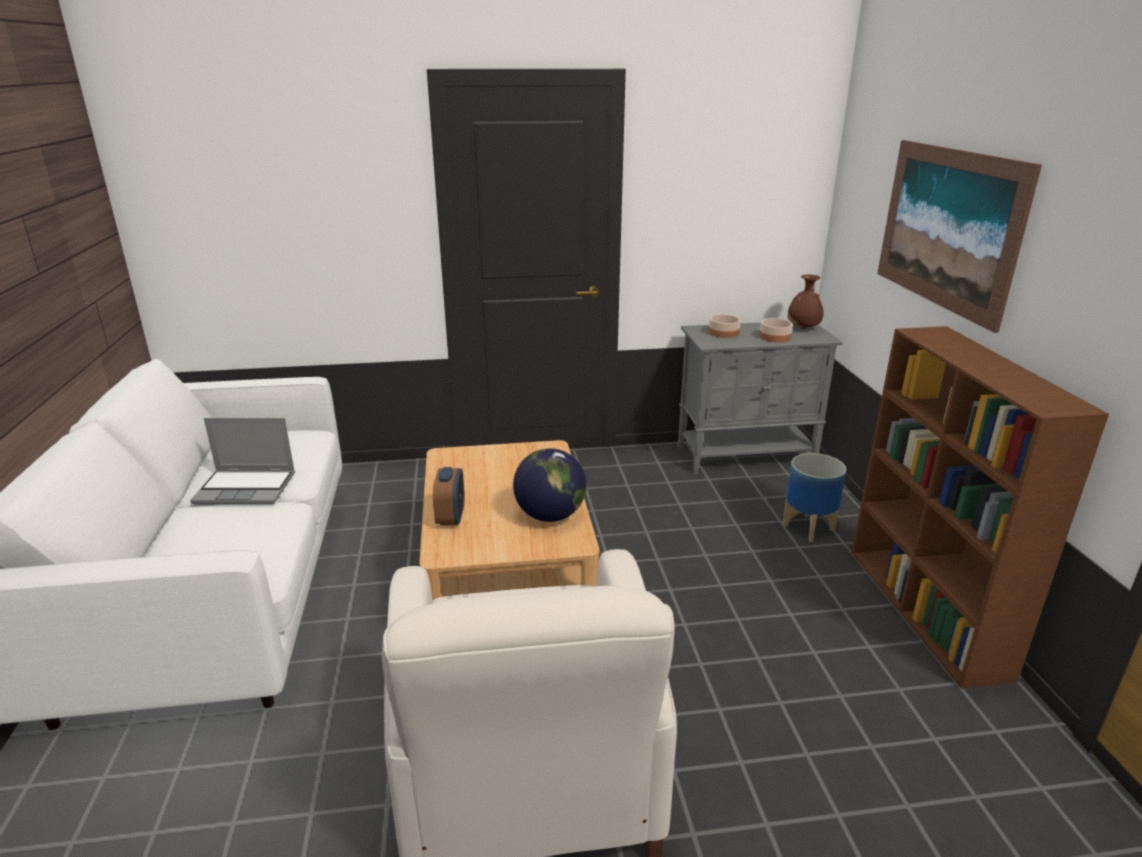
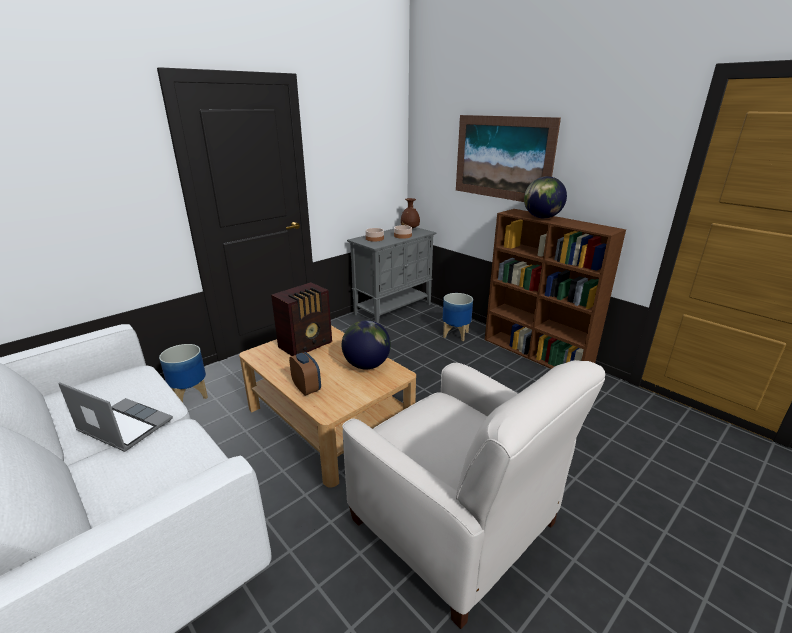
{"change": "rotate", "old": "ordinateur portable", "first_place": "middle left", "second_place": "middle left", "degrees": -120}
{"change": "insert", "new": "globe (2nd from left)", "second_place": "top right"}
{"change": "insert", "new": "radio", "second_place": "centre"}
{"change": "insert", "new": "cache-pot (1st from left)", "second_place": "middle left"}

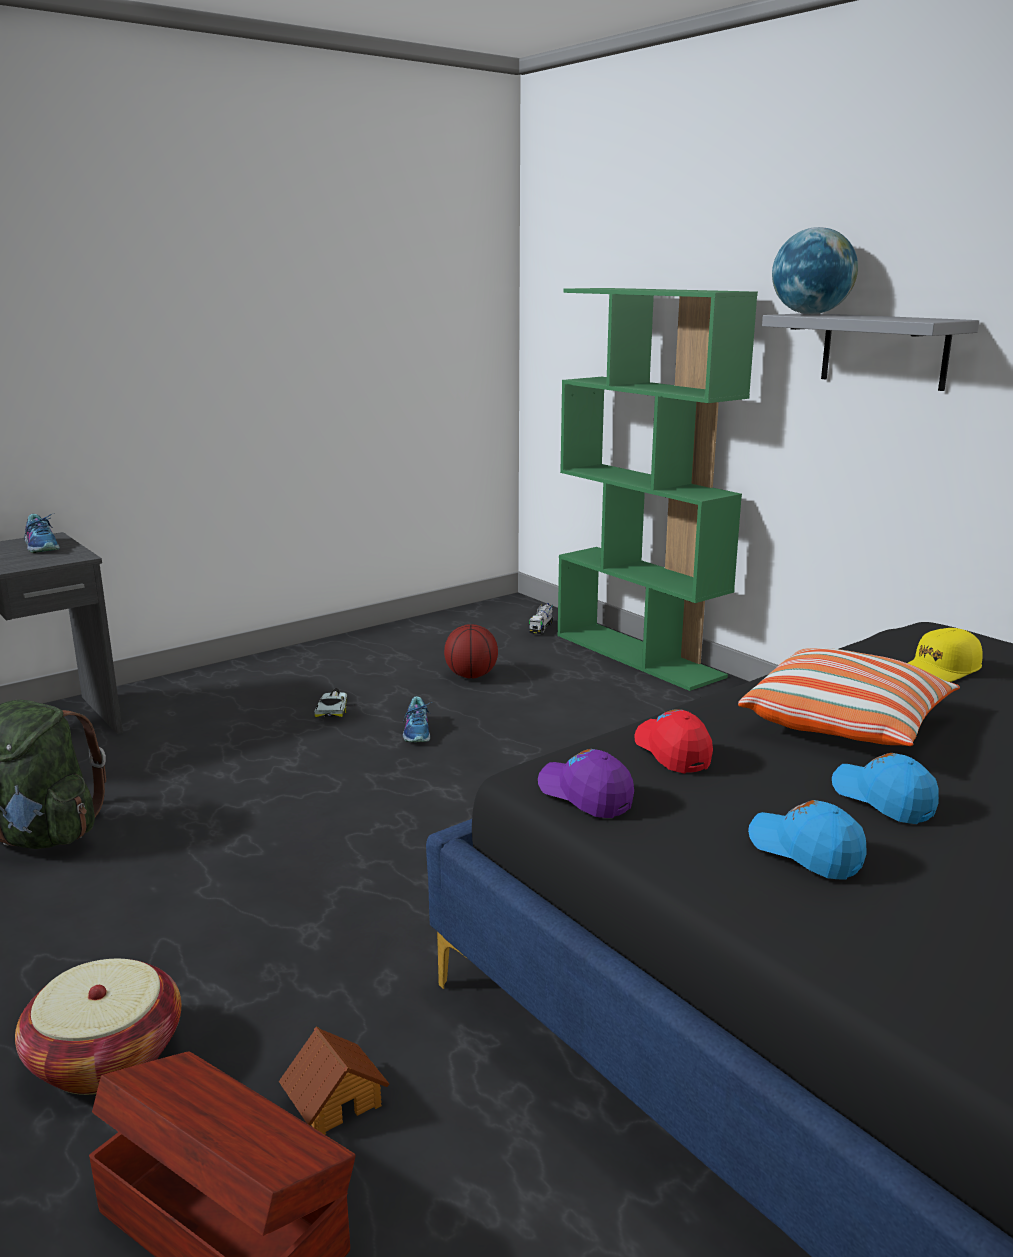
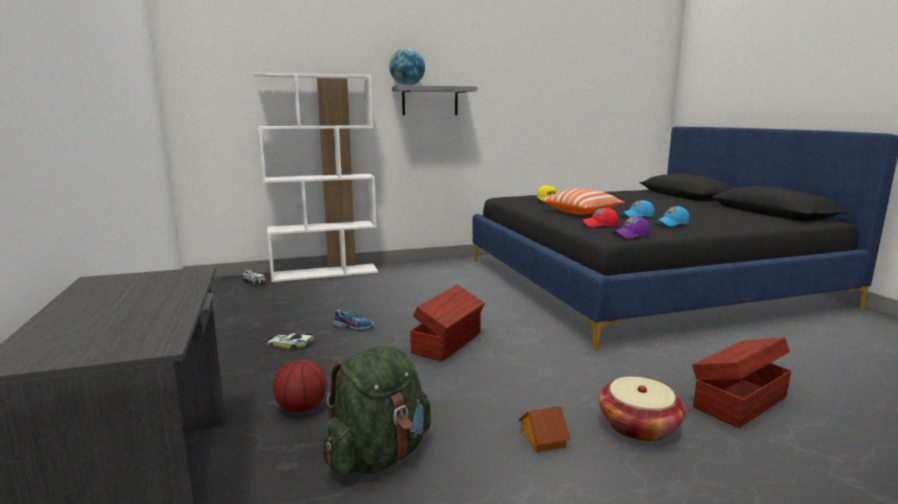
{"change": "recolor", "old": "bibliothèque [vert]", "new": "bibliothèque [blanc]", "first_place": "centre", "second_place": "centre"}
{"change": "delete", "old": "chaussure (1st from left)", "first_place": "middle left"}
{"change": "move", "old": "ballon de basket", "first_place": "centre", "second_place": "bottom centre"}
{"change": "move", "old": "maison miniature", "first_place": "bottom left", "second_place": "bottom centre"}
{"change": "insert", "new": "boîte de rangement [marron] (1st from left)", "second_place": "centre"}

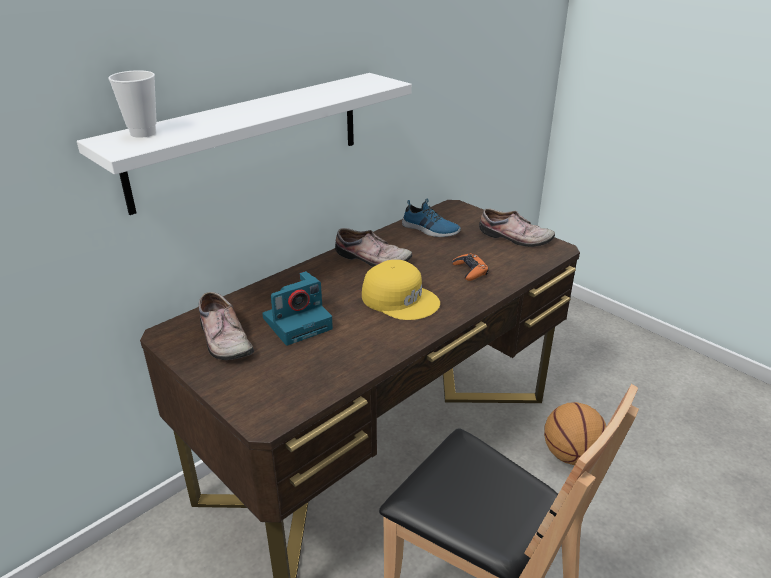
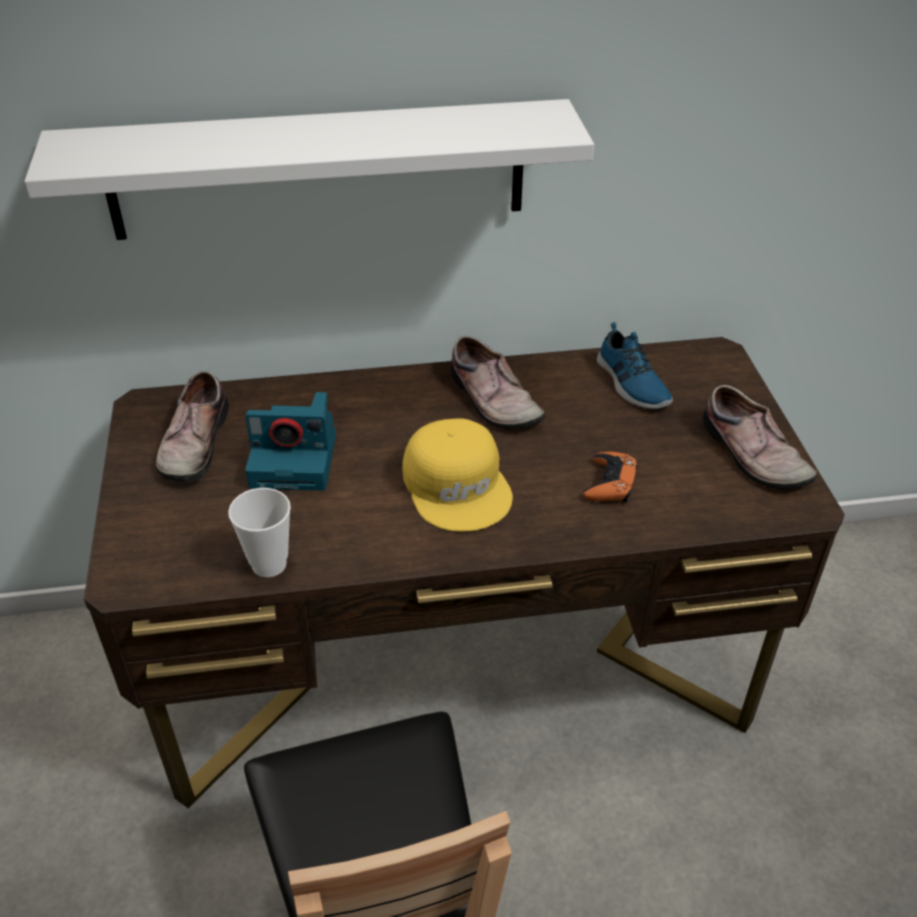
{"change": "move", "old": "tasse", "first_place": "top left", "second_place": "middle left"}
{"change": "delete", "old": "ballon de basket", "first_place": "bottom right"}

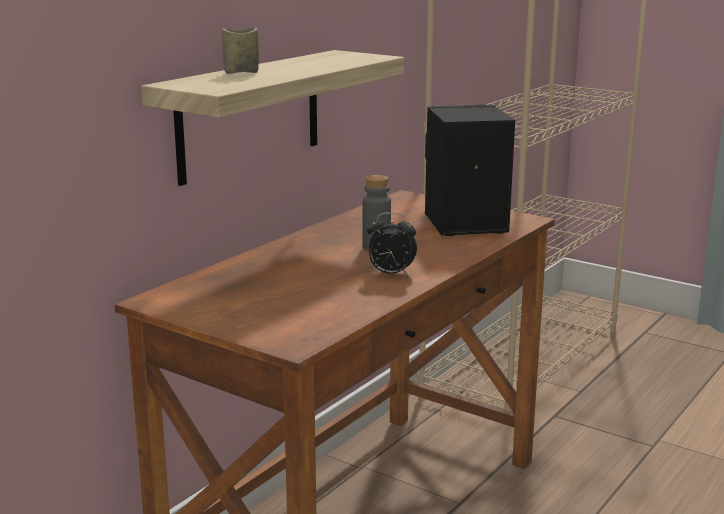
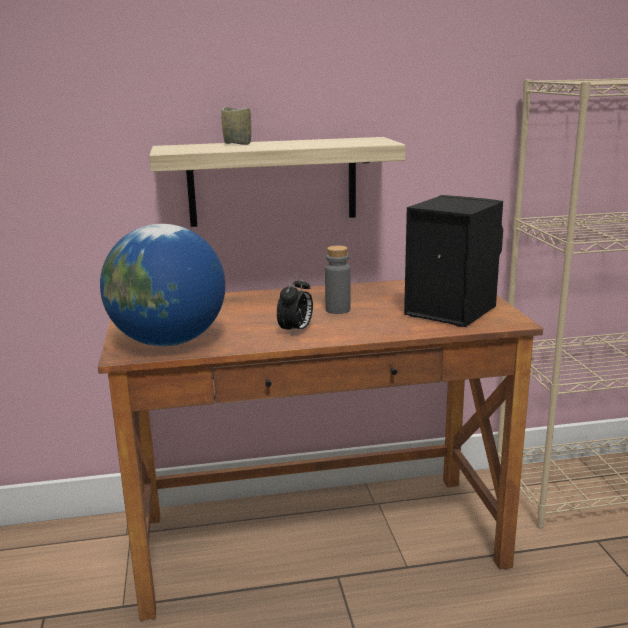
{"change": "rotate", "old": "réveil", "first_place": "centre", "second_place": "centre", "degrees": -120}
{"change": "insert", "new": "globe", "second_place": "middle left"}

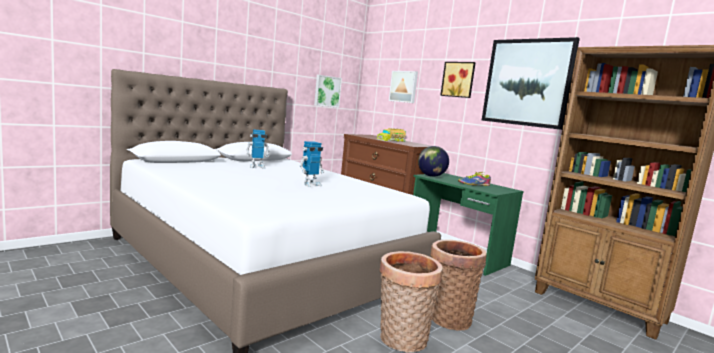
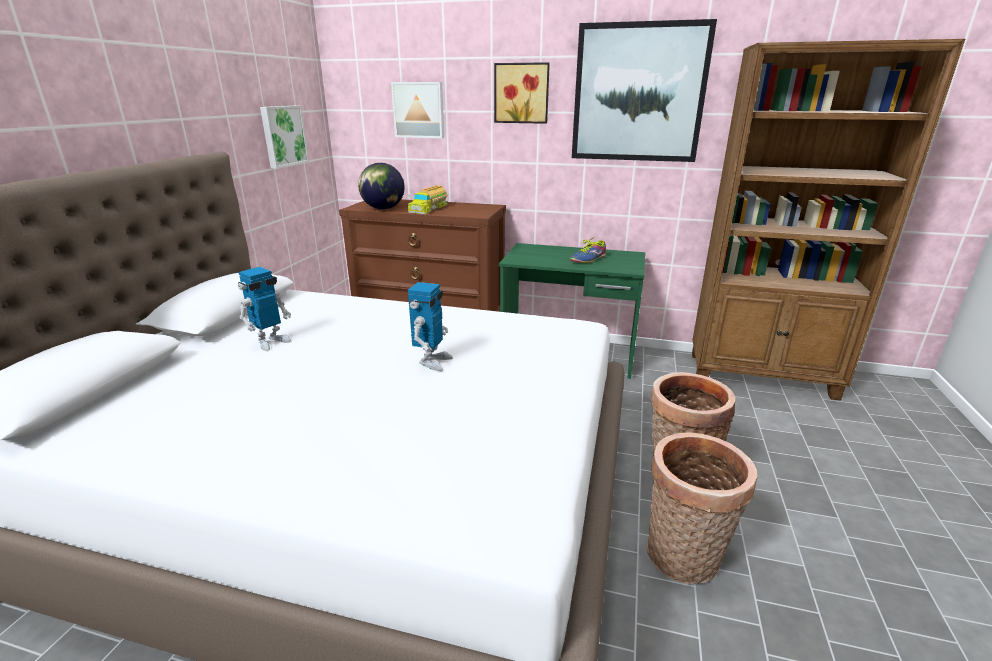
{"change": "move", "old": "globe", "first_place": "centre", "second_place": "top centre"}

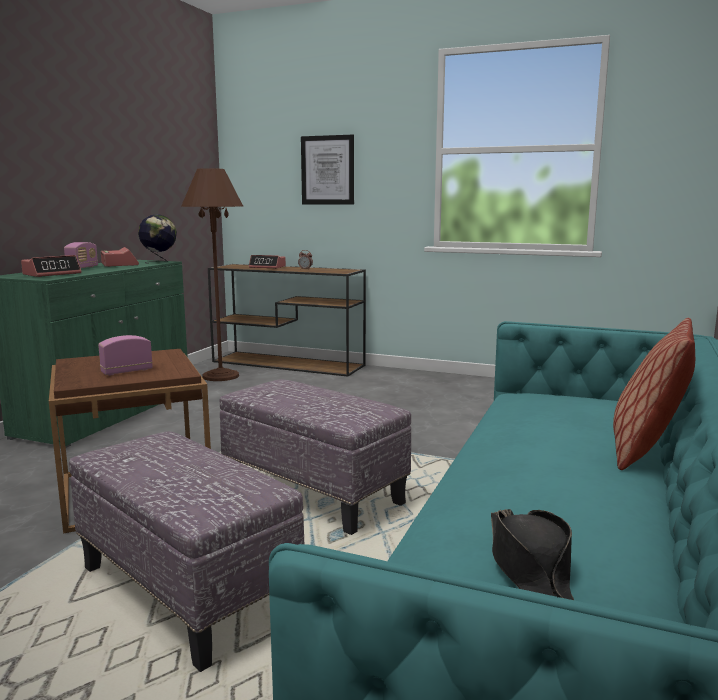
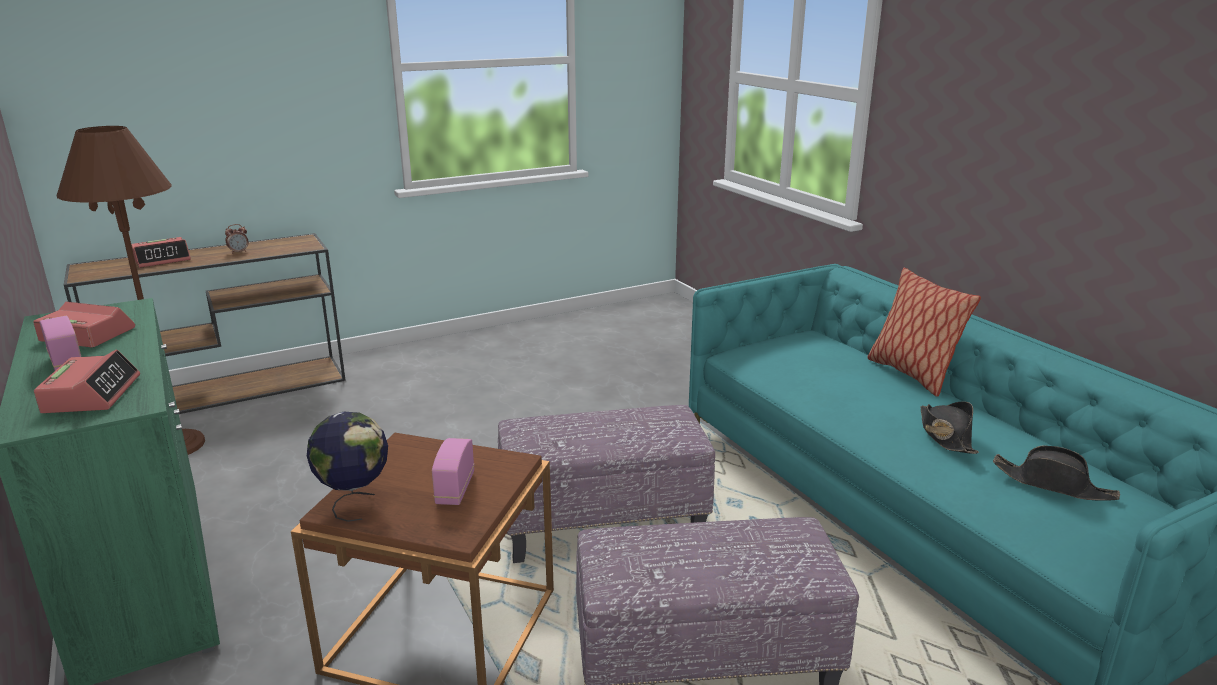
{"change": "delete", "old": "tableau", "first_place": "top centre"}
{"change": "move", "old": "globe", "first_place": "middle left", "second_place": "bottom left"}
{"change": "insert", "new": "chapeau [noir] (1st from left)", "second_place": "middle right"}

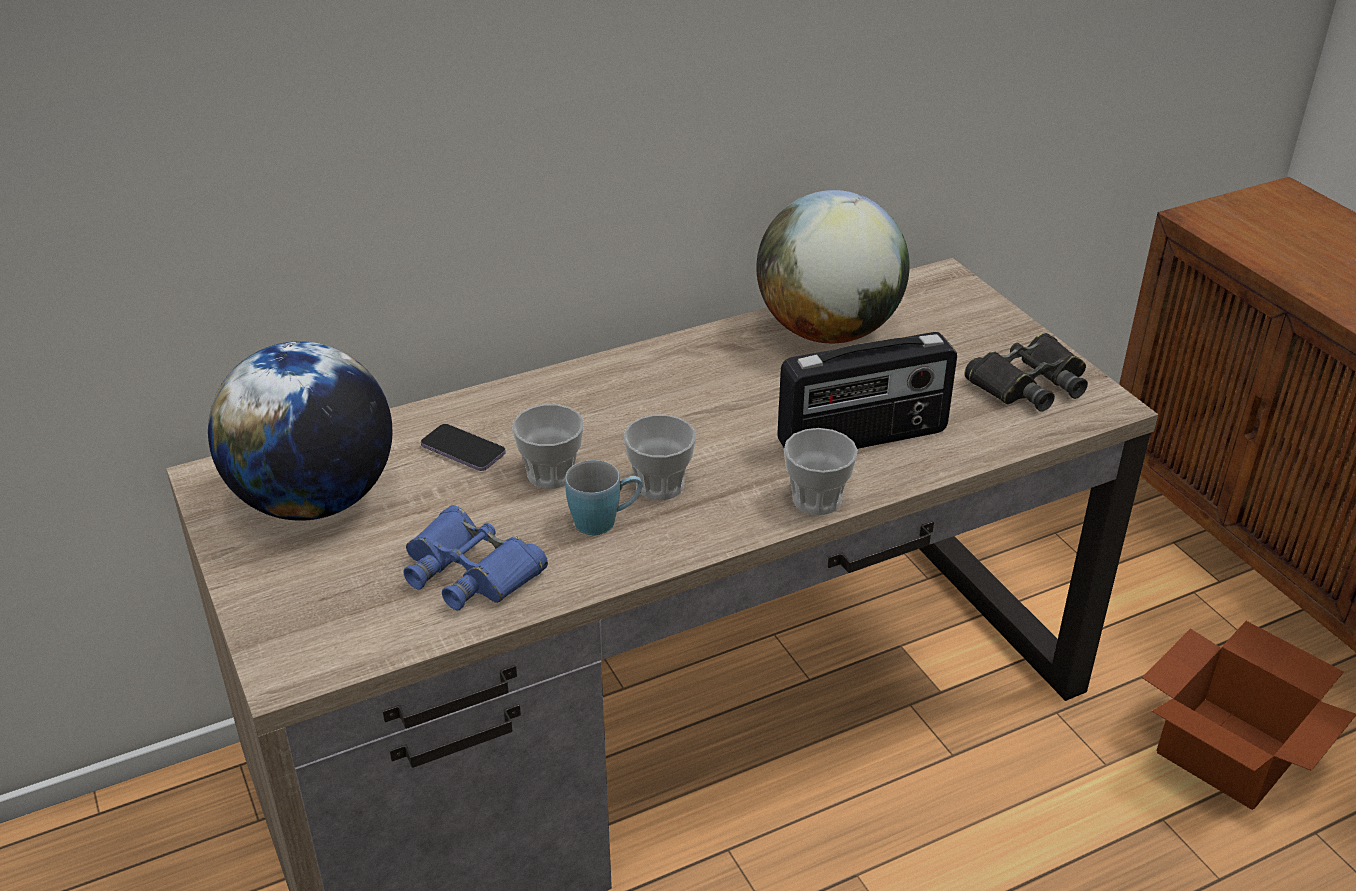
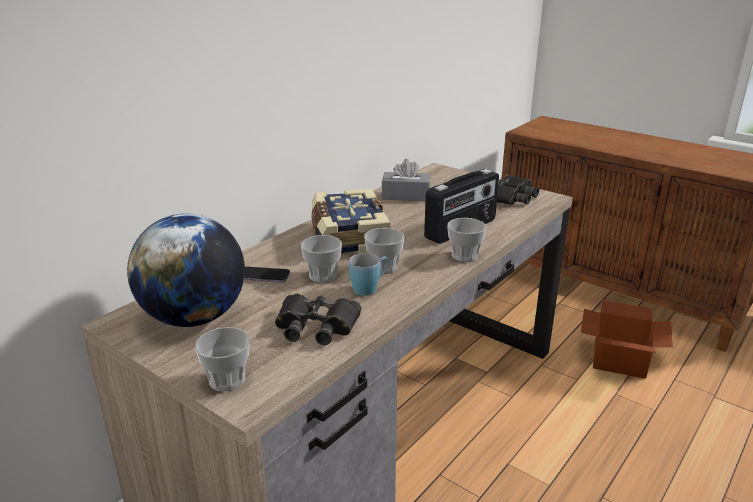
{"change": "replace", "old": "globe (2nd from left)", "new": "boîte à mouchoirs [gris]", "first_place": "top centre", "second_place": "centre"}
{"change": "recolor", "old": "jumelles [bleu]", "new": "jumelles [noir] (1st from left)", "first_place": "centre", "second_place": "centre"}
{"change": "insert", "new": "livre", "second_place": "centre"}
{"change": "insert", "new": "tasse (1st from left)", "second_place": "bottom left"}

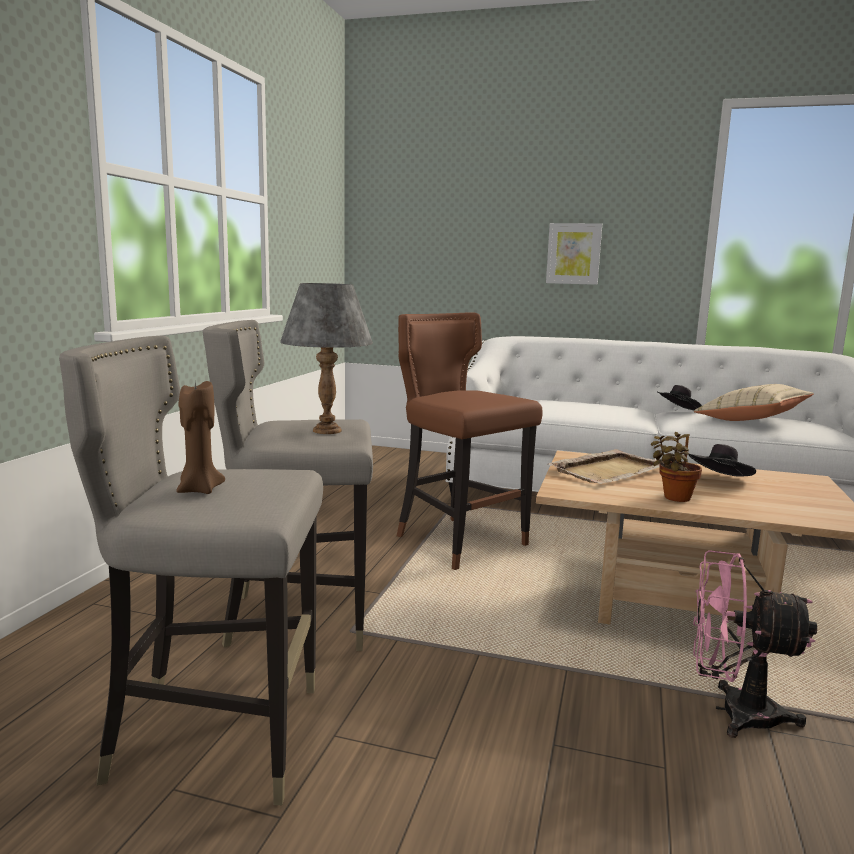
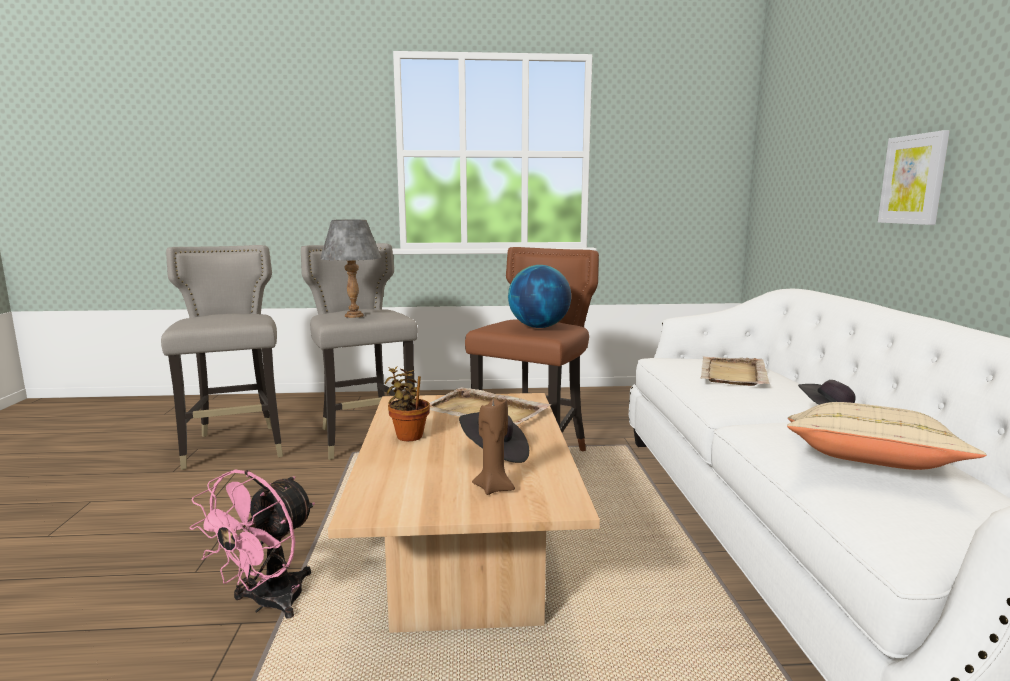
{"change": "move", "old": "bougie [marron]", "first_place": "middle left", "second_place": "centre"}
{"change": "rotate", "old": "ventilateur [rose]", "first_place": "bottom right", "second_place": "bottom left", "degrees": -150}
{"change": "insert", "new": "globe", "second_place": "centre"}
{"change": "insert", "new": "plateau [beige] (2nd from left)", "second_place": "middle right"}

